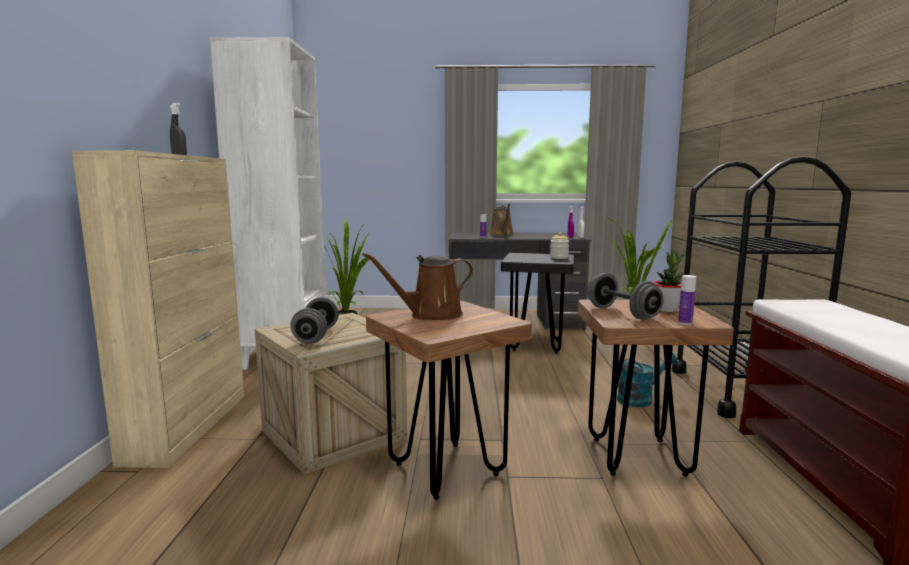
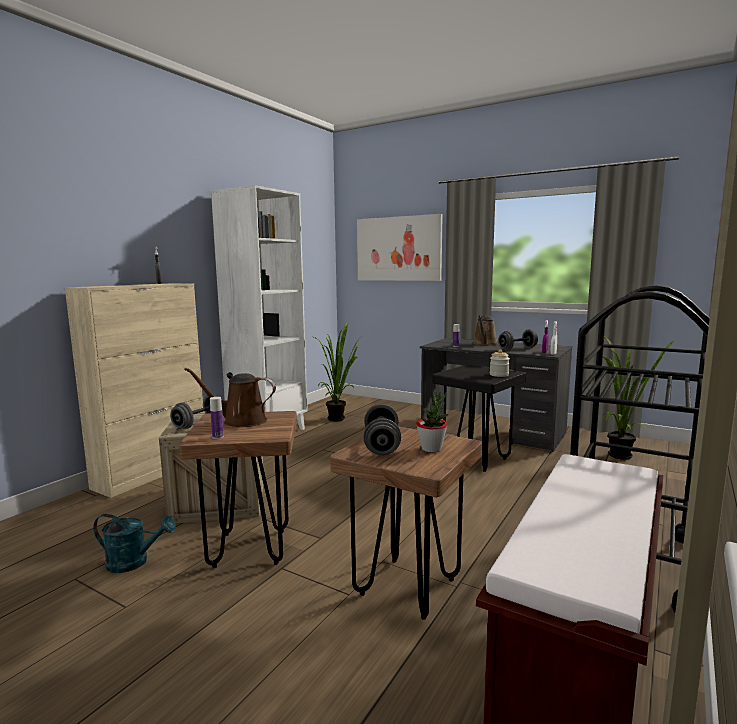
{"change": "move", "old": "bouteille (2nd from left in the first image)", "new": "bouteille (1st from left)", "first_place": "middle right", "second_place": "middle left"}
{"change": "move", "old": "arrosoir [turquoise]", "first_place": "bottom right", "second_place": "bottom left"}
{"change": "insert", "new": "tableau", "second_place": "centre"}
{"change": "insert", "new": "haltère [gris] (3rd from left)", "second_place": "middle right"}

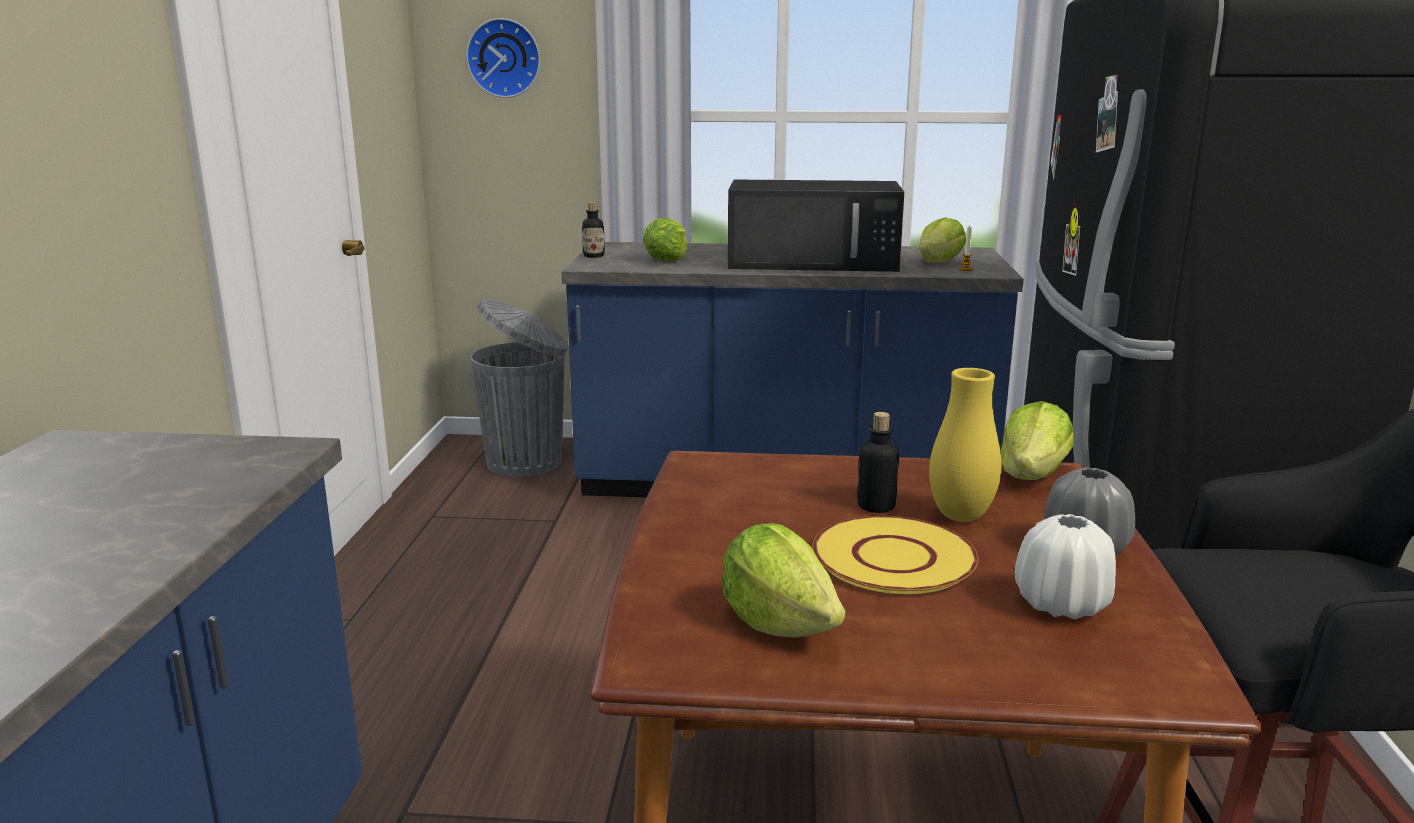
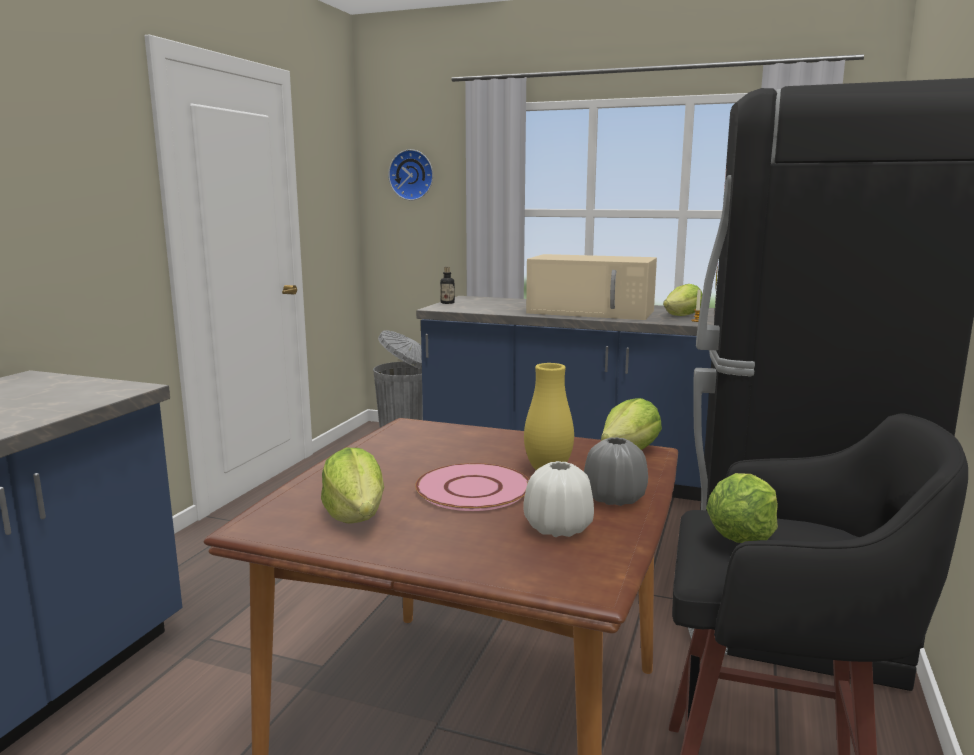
{"change": "recolor", "old": "micro-ondes [noir]", "new": "micro-ondes [beige]", "first_place": "top centre", "second_place": "centre"}
{"change": "move", "old": "laitue (1st from left in the first image)", "new": "laitue (4th from left)", "first_place": "top centre", "second_place": "bottom right"}
{"change": "delete", "old": "bouteille (2nd from left)", "first_place": "centre"}
{"change": "recolor", "old": "assiette [jaune]", "new": "assiette [rose]", "first_place": "bottom centre", "second_place": "centre"}

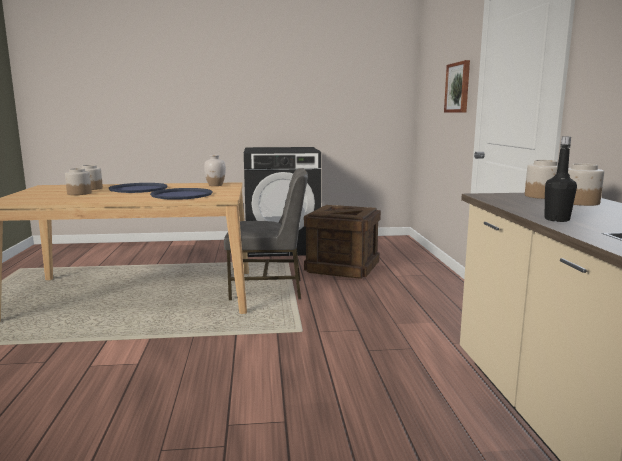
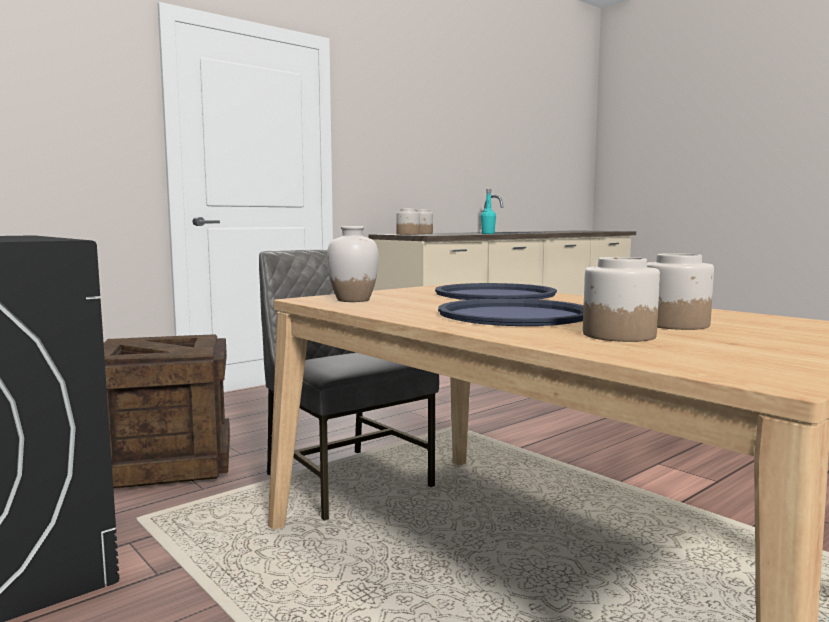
{"change": "delete", "old": "tableau", "first_place": "top right"}
{"change": "recolor", "old": "bouteille [noir]", "new": "bouteille [turquoise]", "first_place": "middle right", "second_place": "centre"}

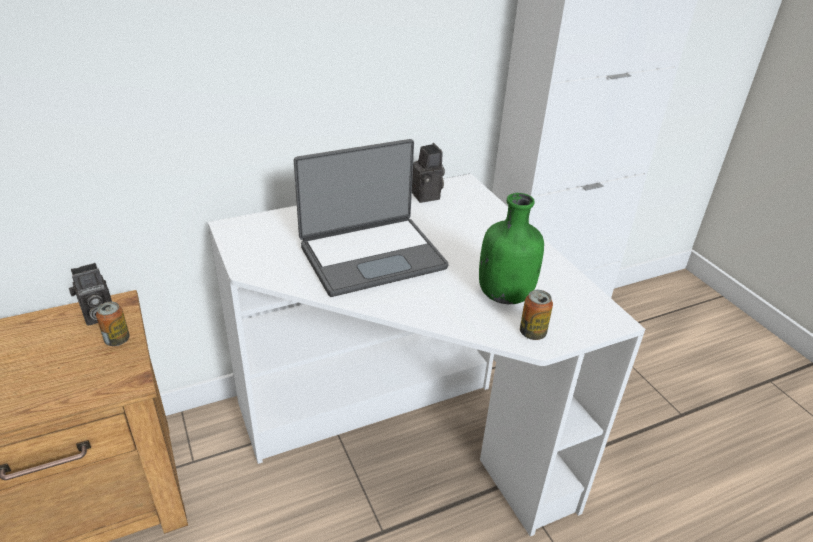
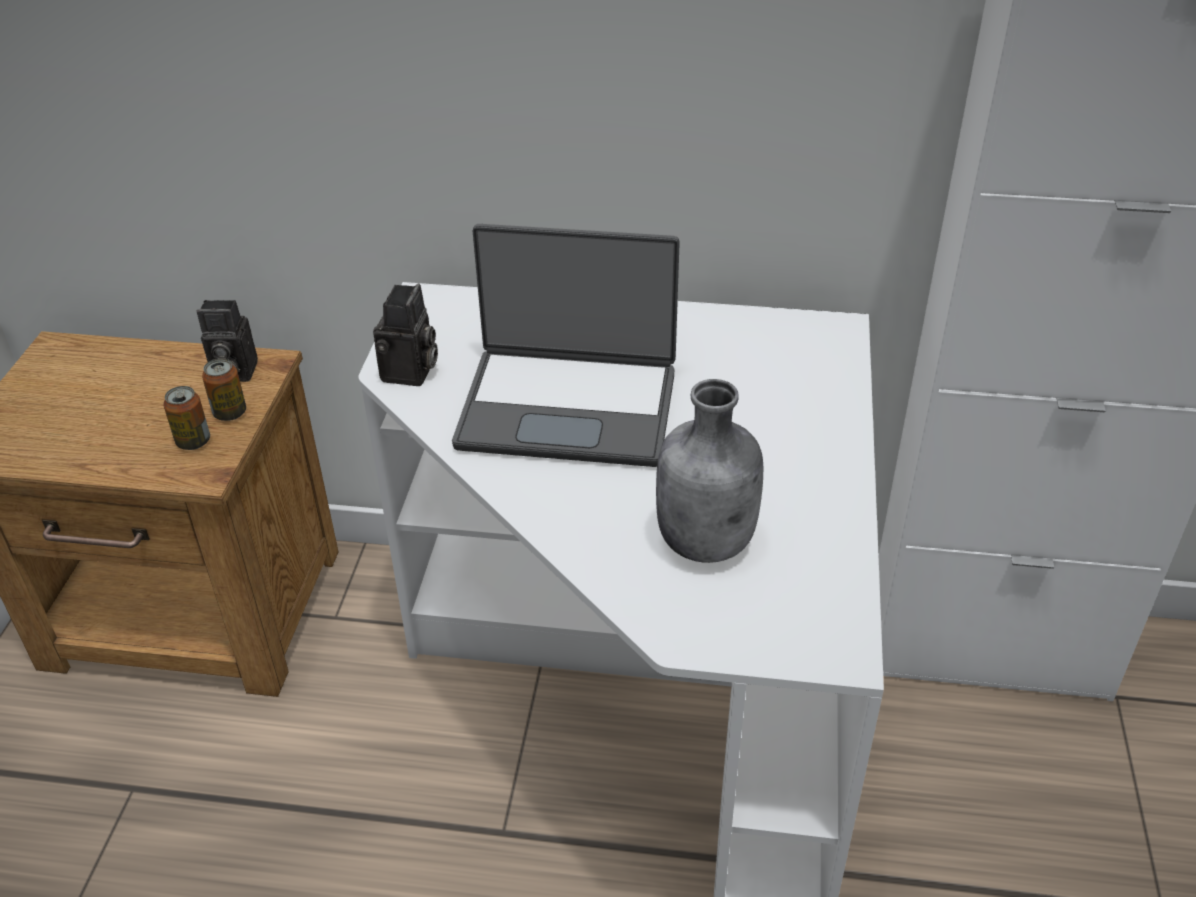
{"change": "move", "old": "appareil photo (2nd from left)", "first_place": "top centre", "second_place": "centre"}
{"change": "recolor", "old": "bouteille [vert]", "new": "bouteille [gris]", "first_place": "centre", "second_place": "centre"}
{"change": "move", "old": "boîte métallique (2nd from left in the first image)", "new": "boîte métallique (1st from left)", "first_place": "centre", "second_place": "middle left"}

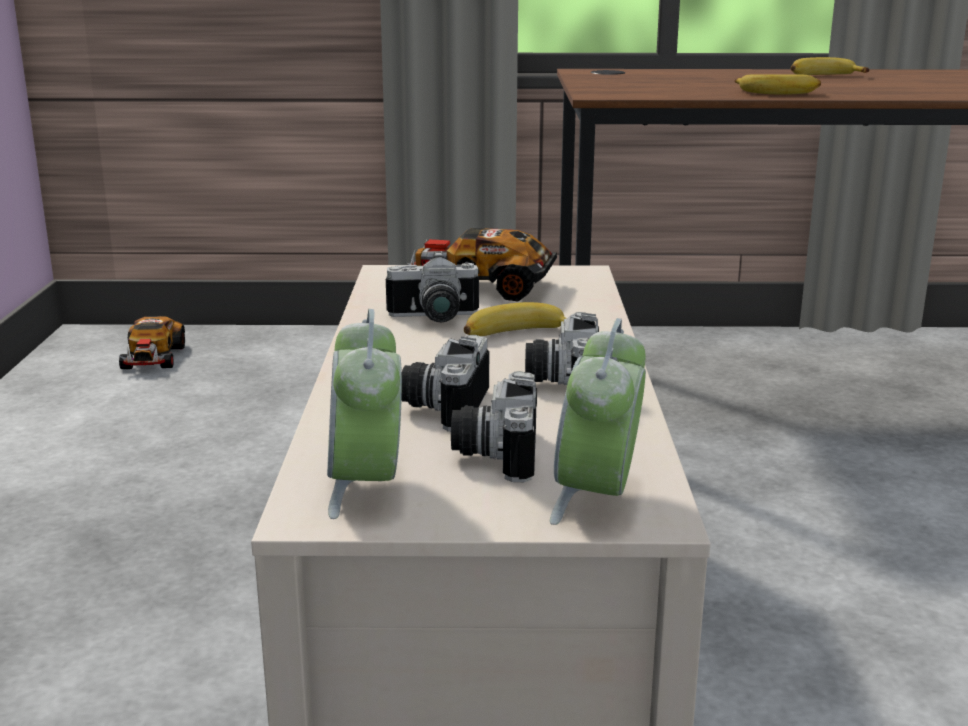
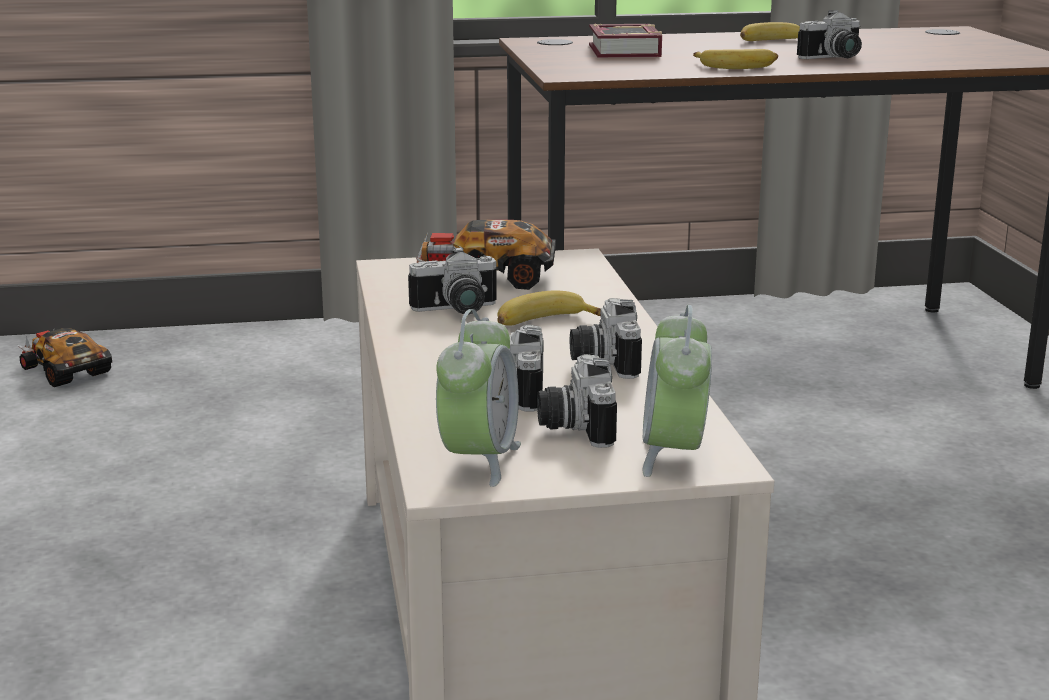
{"change": "rotate", "old": "réveil (1st from left)", "first_place": "centre", "second_place": "centre", "degrees": -150}
{"change": "rotate", "old": "petite voiture (1st from left)", "first_place": "middle left", "second_place": "middle left", "degrees": 150}
{"change": "insert", "new": "appareil photo (5th from left)", "second_place": "top right"}
{"change": "insert", "new": "livre", "second_place": "top centre"}

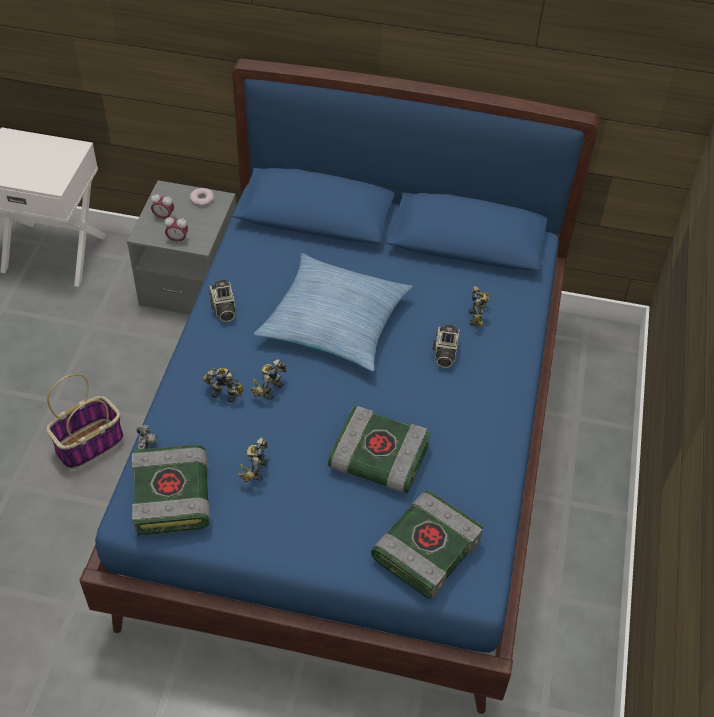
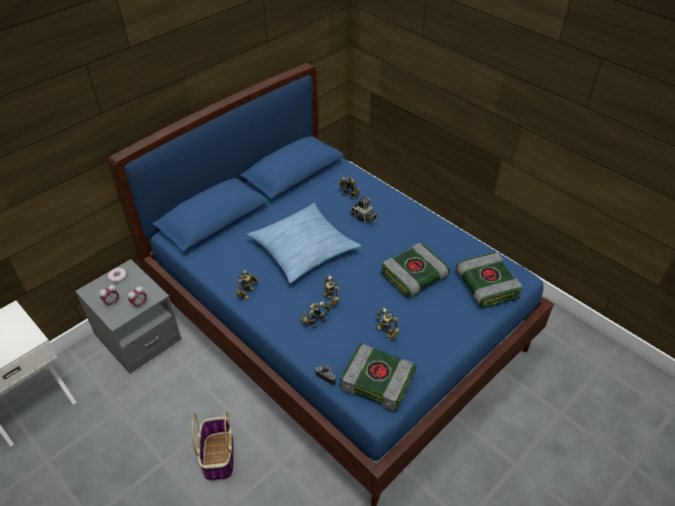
{"change": "replace", "old": "appareil photo (2nd from left)", "new": "robot jouet (1st from left)", "first_place": "middle left", "second_place": "centre"}

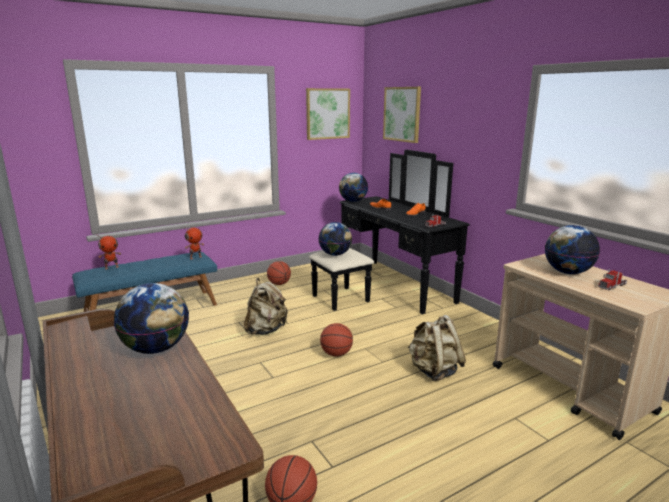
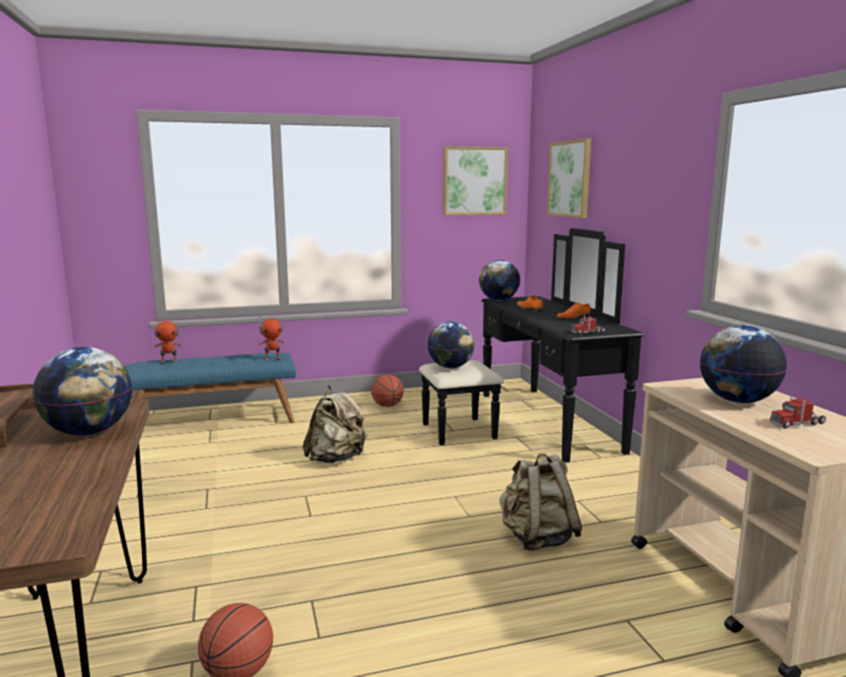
{"change": "delete", "old": "ballon de basket (3rd from left)", "first_place": "bottom centre"}

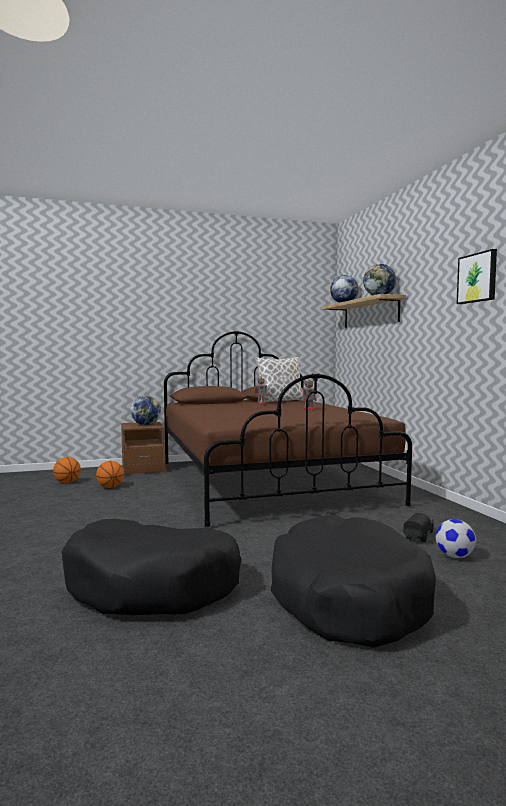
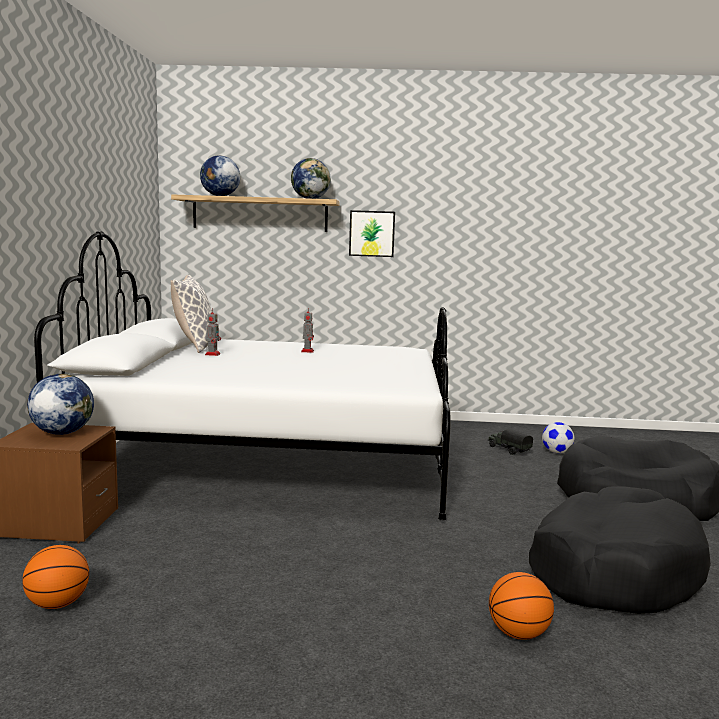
{"change": "move", "old": "tableau", "first_place": "middle right", "second_place": "top centre"}
{"change": "recolor", "old": "lit [marron]", "new": "lit [blanc]", "first_place": "centre", "second_place": "centre"}
{"change": "move", "old": "ballon de basket (2nd from left)", "first_place": "middle left", "second_place": "bottom right"}

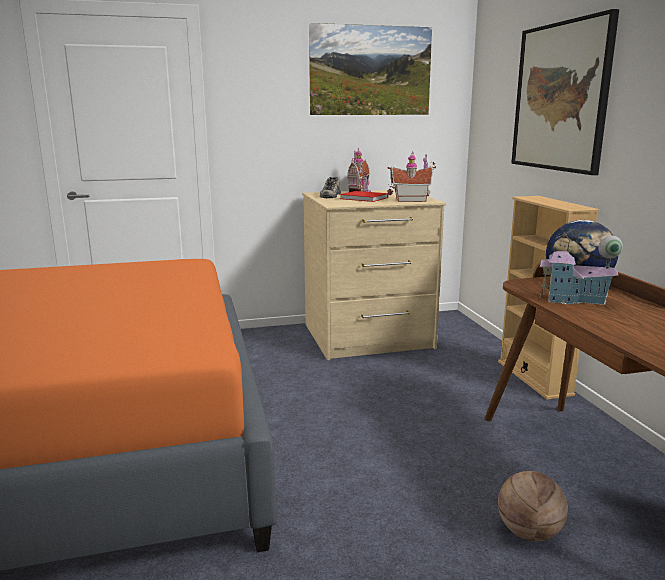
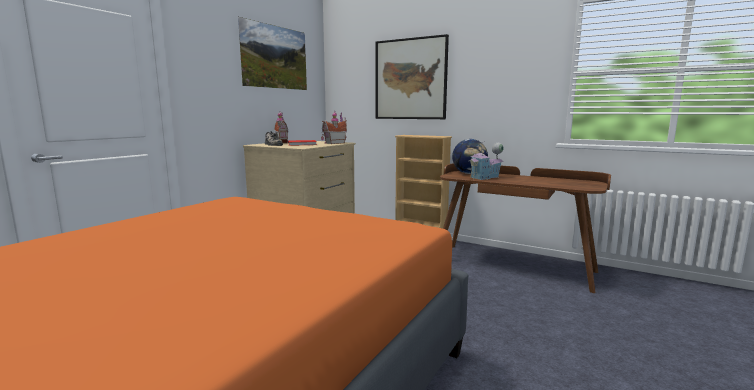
{"change": "delete", "old": "ballon de basket", "first_place": "bottom right"}

